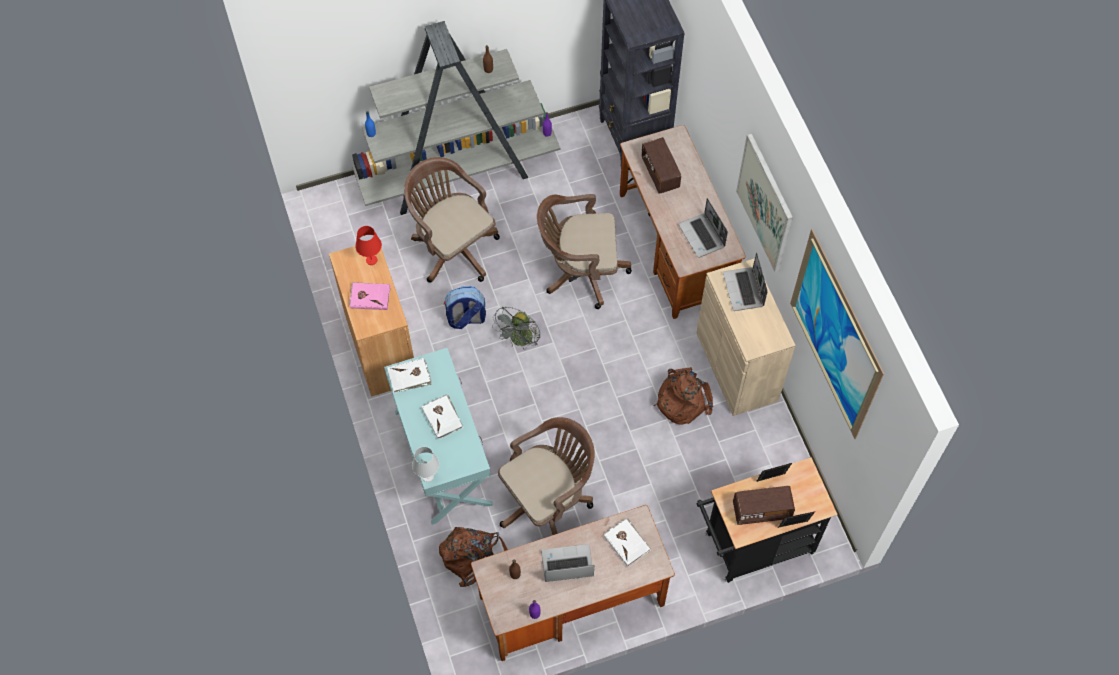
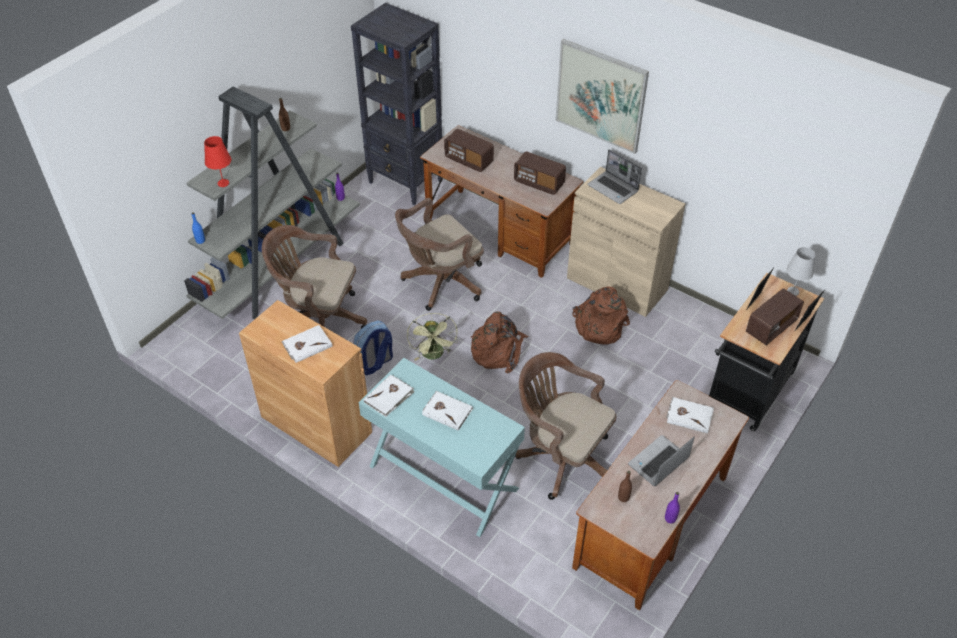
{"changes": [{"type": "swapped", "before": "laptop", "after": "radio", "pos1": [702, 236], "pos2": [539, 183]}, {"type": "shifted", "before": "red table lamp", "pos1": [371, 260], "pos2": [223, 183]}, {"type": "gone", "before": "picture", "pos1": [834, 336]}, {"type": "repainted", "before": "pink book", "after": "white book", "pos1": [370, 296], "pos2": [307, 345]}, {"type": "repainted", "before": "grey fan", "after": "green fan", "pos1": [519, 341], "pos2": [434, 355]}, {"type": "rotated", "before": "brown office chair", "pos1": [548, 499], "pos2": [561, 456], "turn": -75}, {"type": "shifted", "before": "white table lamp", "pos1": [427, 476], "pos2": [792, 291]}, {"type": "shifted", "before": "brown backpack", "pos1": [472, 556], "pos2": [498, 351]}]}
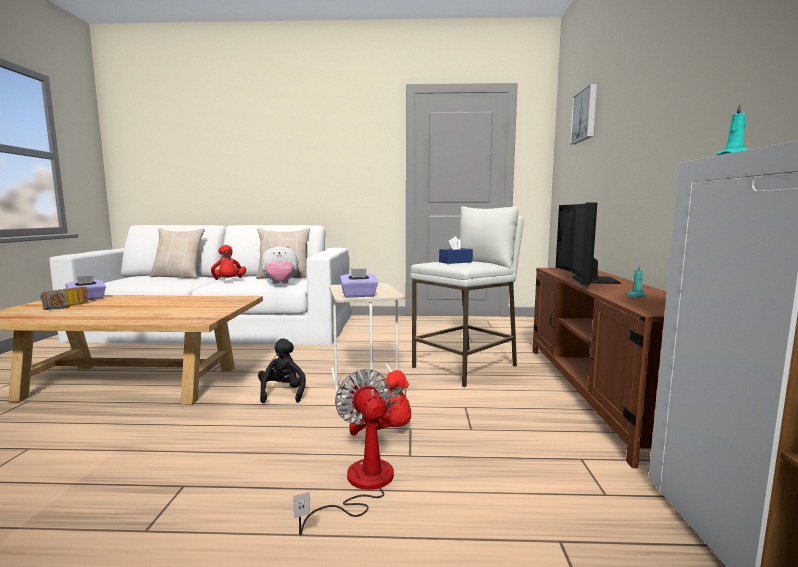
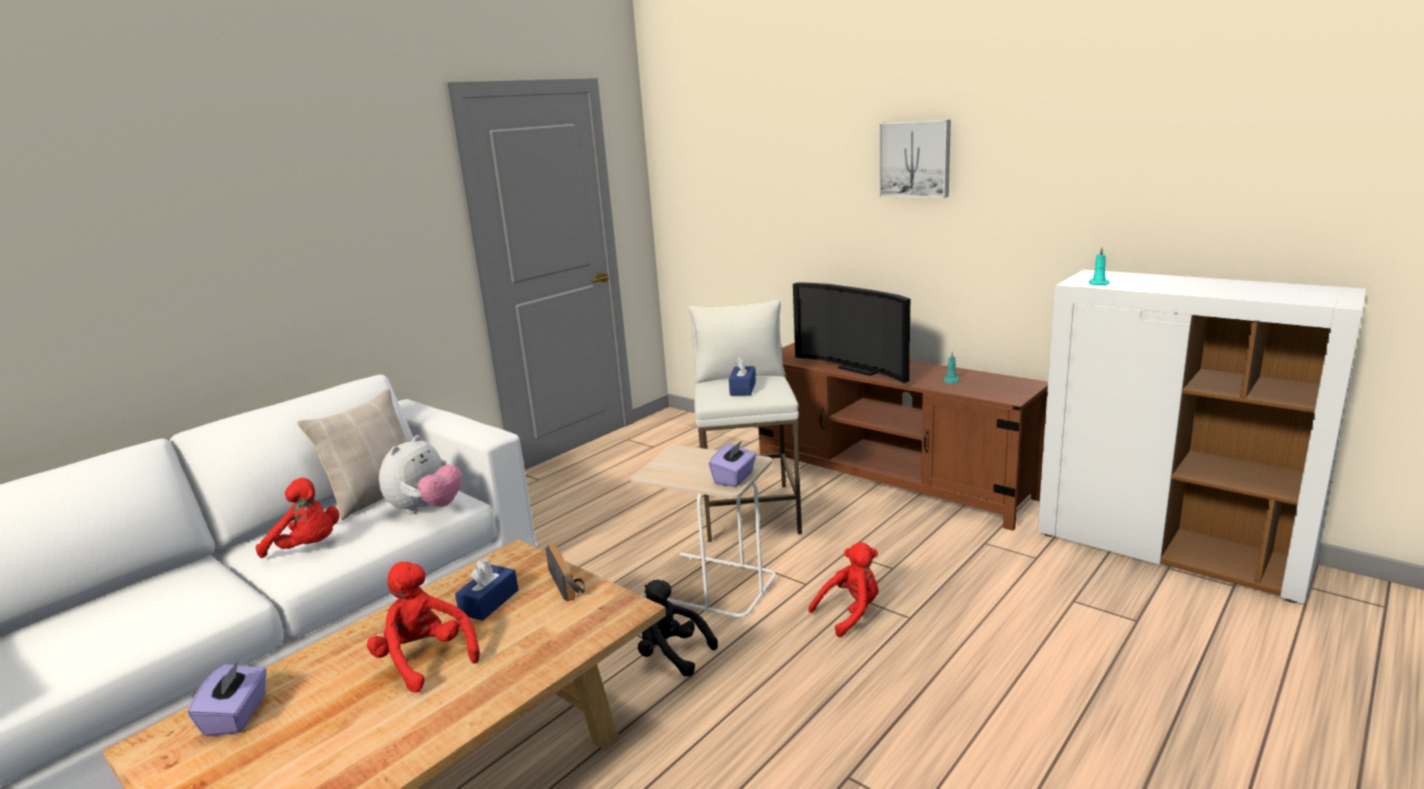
{"changes": [{"type": "shifted", "before": "picture", "pos1": [585, 115], "pos2": [915, 159]}, {"type": "gone", "before": "beige pillow", "pos1": [178, 276]}, {"type": "shifted", "before": "radio", "pos1": [67, 306], "pos2": [569, 583]}, {"type": "gone", "before": "fan", "pos1": [360, 485]}, {"type": "new", "after": "blue tissue box", "pos2": [489, 602]}, {"type": "new", "after": "red plush toy", "pos2": [425, 660]}]}
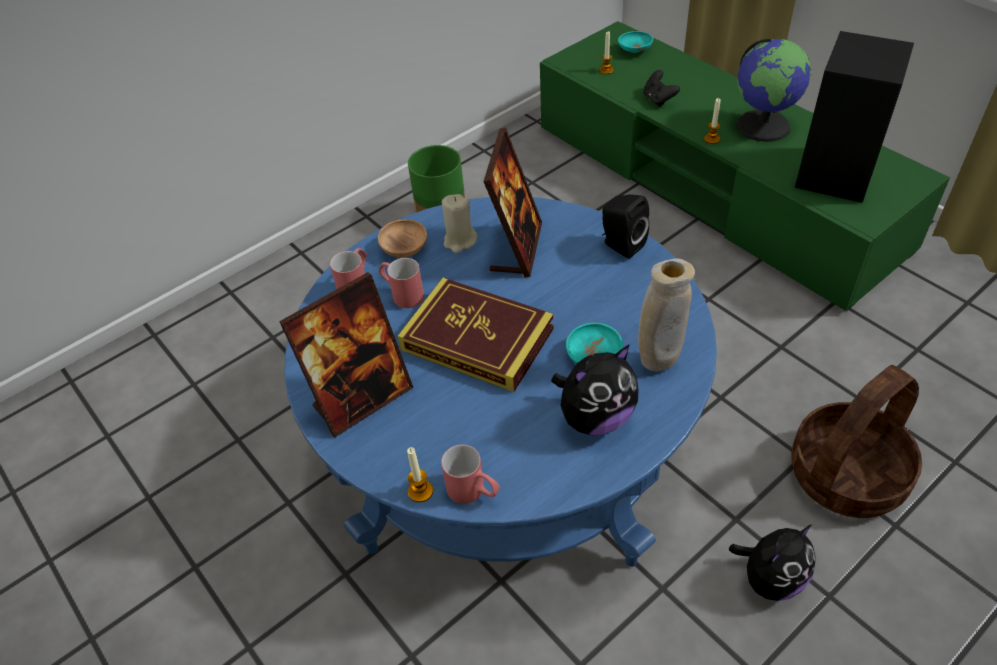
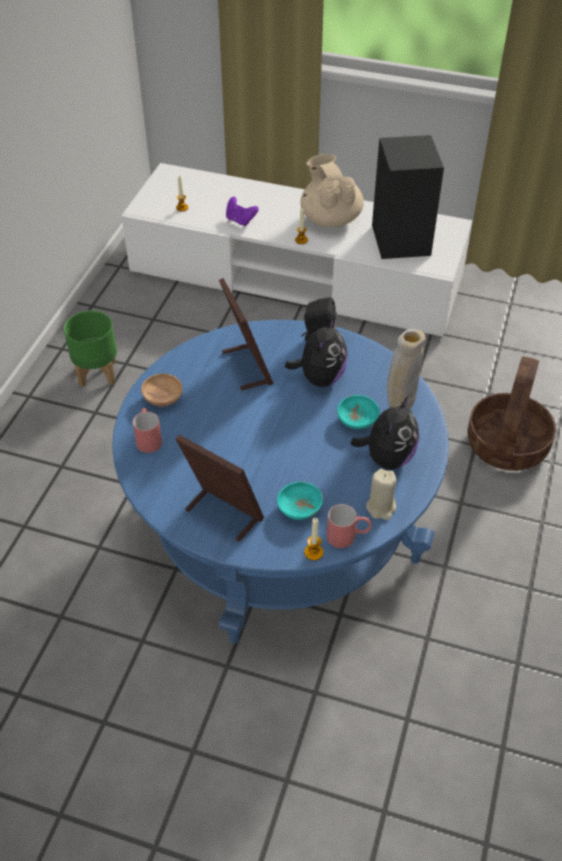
{"changes": [{"type": "repainted", "before": "green tv stand", "after": "white tv stand", "pos1": [712, 186], "pos2": [295, 276]}, {"type": "shifted", "before": "turquoise bowl", "pos1": [634, 50], "pos2": [299, 509]}, {"type": "swapped", "before": "globe", "after": "beige teapot", "pos1": [763, 125], "pos2": [330, 218]}, {"type": "repainted", "before": "black game controller", "after": "purple game controller", "pos1": [658, 99], "pos2": [240, 220]}, {"type": "shifted", "before": "beige candle", "pos1": [460, 241], "pos2": [381, 507]}, {"type": "gone", "before": "red mug", "pos1": [402, 294]}, {"type": "rotated", "before": "picture frame", "pos1": [362, 399], "pos2": [223, 513], "turn": -75}, {"type": "gone", "before": "book", "pos1": [477, 339]}, {"type": "shifted", "before": "plush toy", "pos1": [770, 578], "pos2": [320, 378]}]}
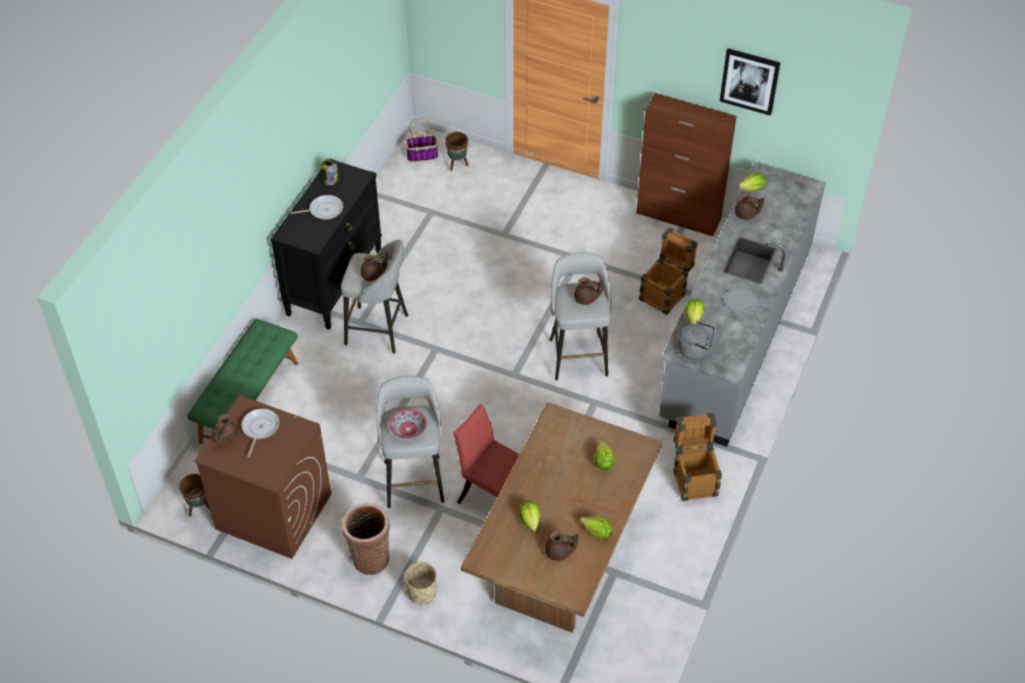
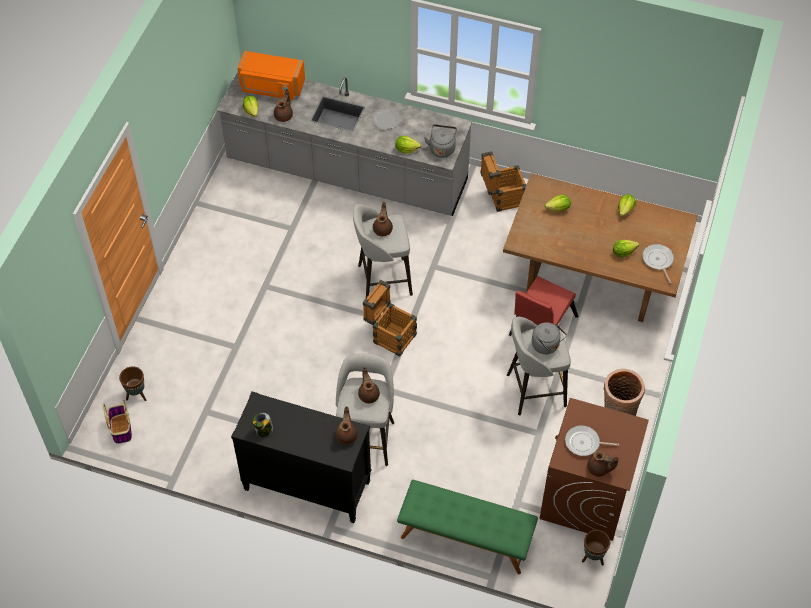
{"changes": [{"type": "gone", "before": "picture", "pos1": [749, 81]}, {"type": "gone", "before": "brown cabinet", "pos1": [678, 216]}, {"type": "shifted", "before": "frying pan", "pos1": [324, 210], "pos2": [658, 261]}, {"type": "shifted", "before": "crate", "pos1": [665, 294], "pos2": [390, 335]}, {"type": "swapped", "before": "bowl", "after": "grey kettle", "pos1": [408, 429], "pos2": [547, 346]}, {"type": "shifted", "before": "brown teapot", "pos1": [559, 552], "pos2": [347, 435]}, {"type": "gone", "before": "beige planter", "pos1": [421, 592]}, {"type": "new", "after": "orange microwave", "pos2": [272, 87]}]}
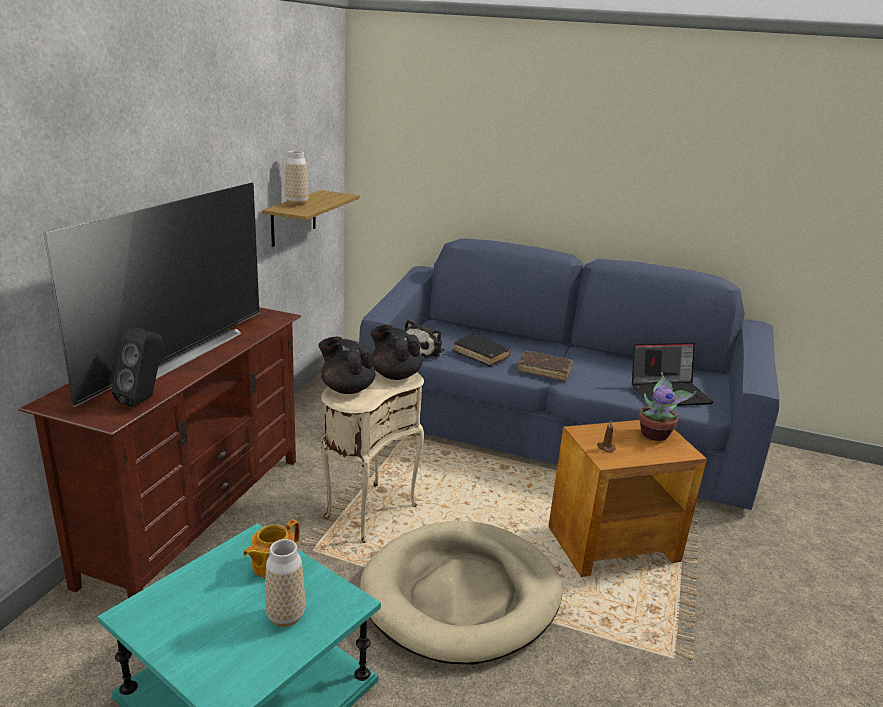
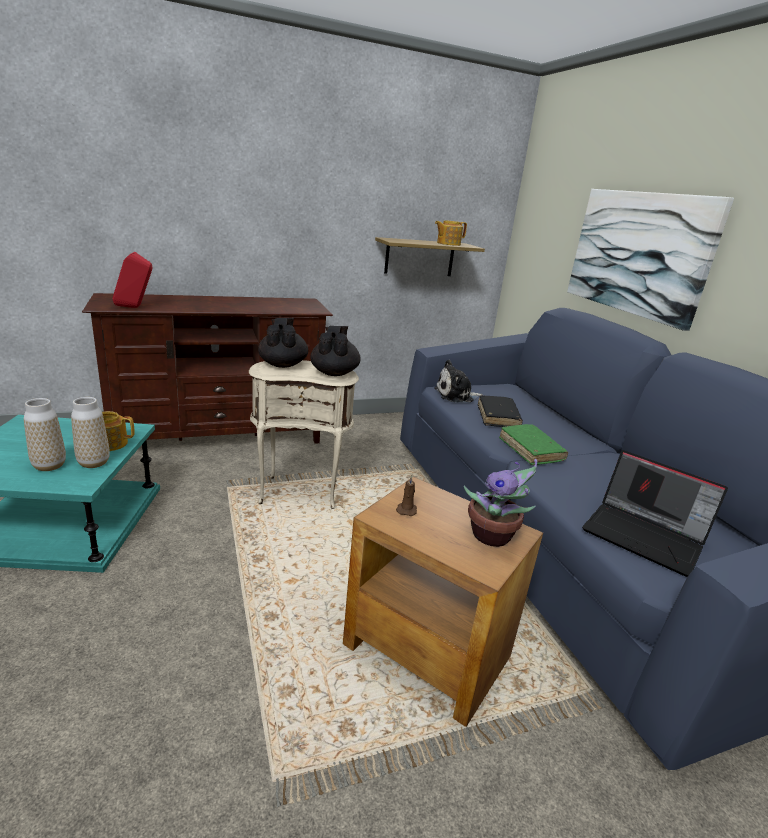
{"changes": [{"type": "shifted", "before": "vase", "pos1": [297, 204], "pos2": [94, 463]}, {"type": "gone", "before": "television", "pos1": [172, 356]}, {"type": "repainted", "before": "black speaker", "after": "red speaker", "pos1": [144, 399], "pos2": [135, 307]}, {"type": "repainted", "before": "brown book", "after": "green book", "pos1": [544, 371], "pos2": [531, 450]}, {"type": "gone", "before": "beige dog bed", "pos1": [461, 595]}, {"type": "new", "after": "picture", "pos2": [638, 253]}, {"type": "new", "after": "teapot", "pos2": [448, 244]}]}
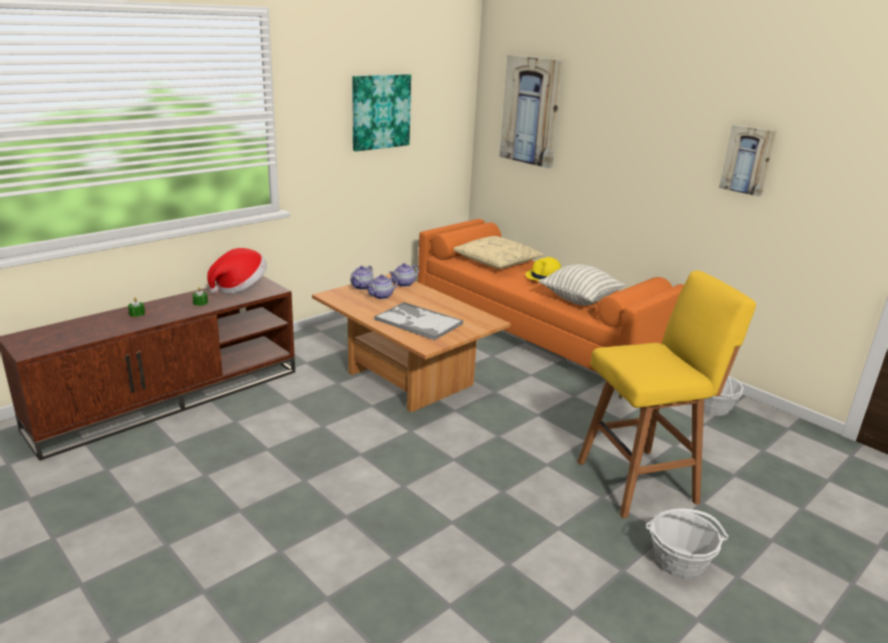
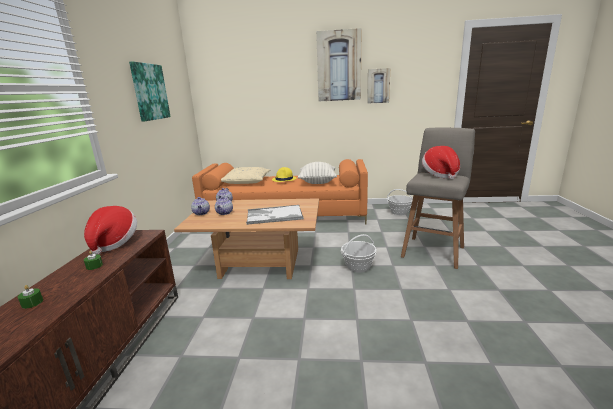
{"changes": [{"type": "shifted", "before": "picture", "pos1": [531, 111], "pos2": [339, 66]}, {"type": "repainted", "before": "yellow stool", "after": "grey stool", "pos1": [640, 481], "pos2": [433, 251]}, {"type": "shifted", "before": "basket", "pos1": [678, 562], "pos2": [358, 266]}, {"type": "new", "after": "hat", "pos2": [440, 174]}]}
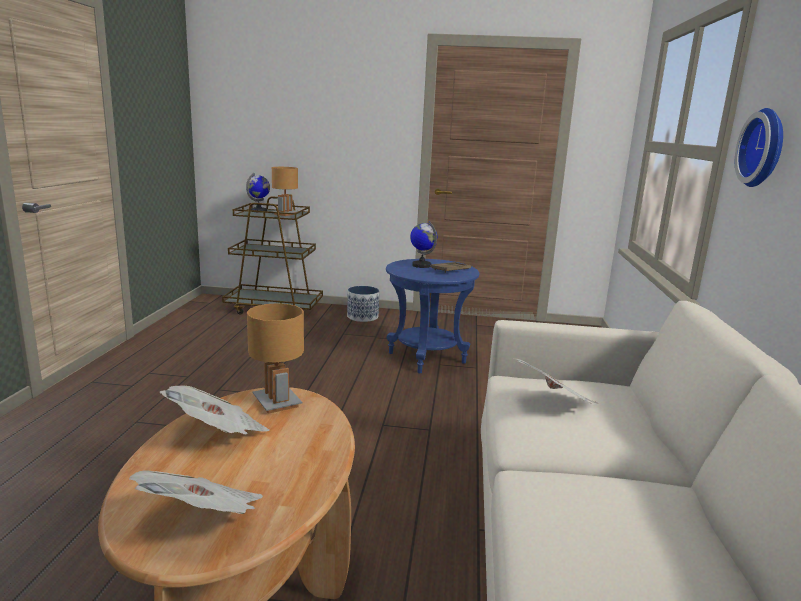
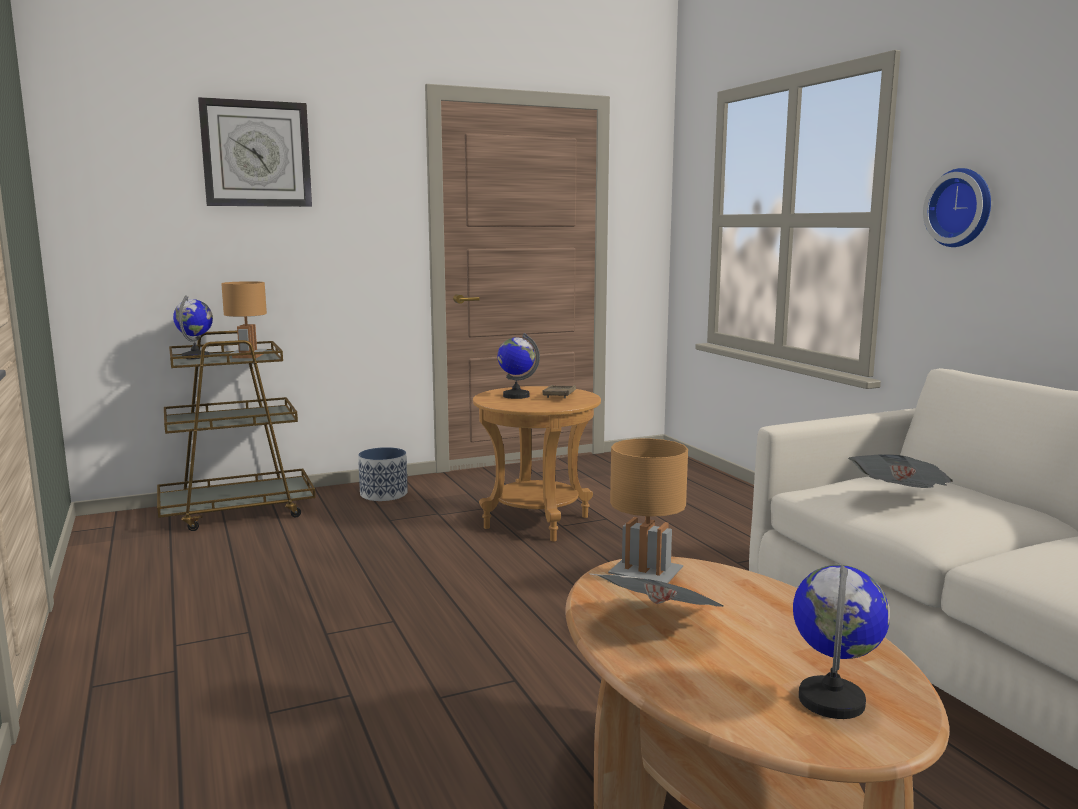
{"changes": [{"type": "repainted", "before": "blue side table", "after": "brown side table", "pos1": [426, 358], "pos2": [537, 522]}, {"type": "swapped", "before": "newspaper", "after": "globe", "pos1": [203, 519], "pos2": [832, 701]}, {"type": "new", "after": "wall clock", "pos2": [256, 154]}]}
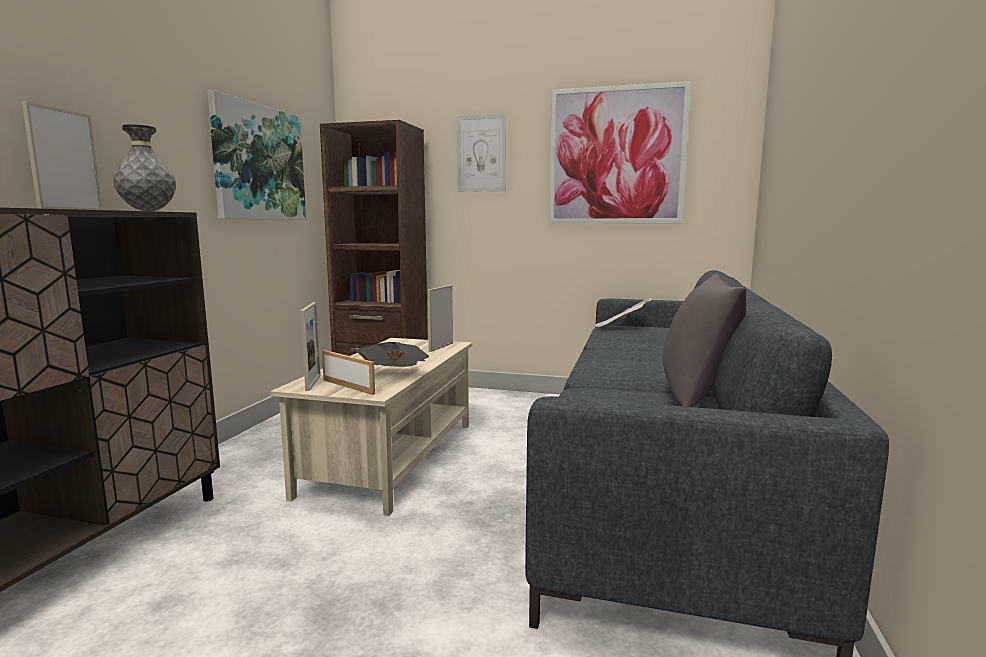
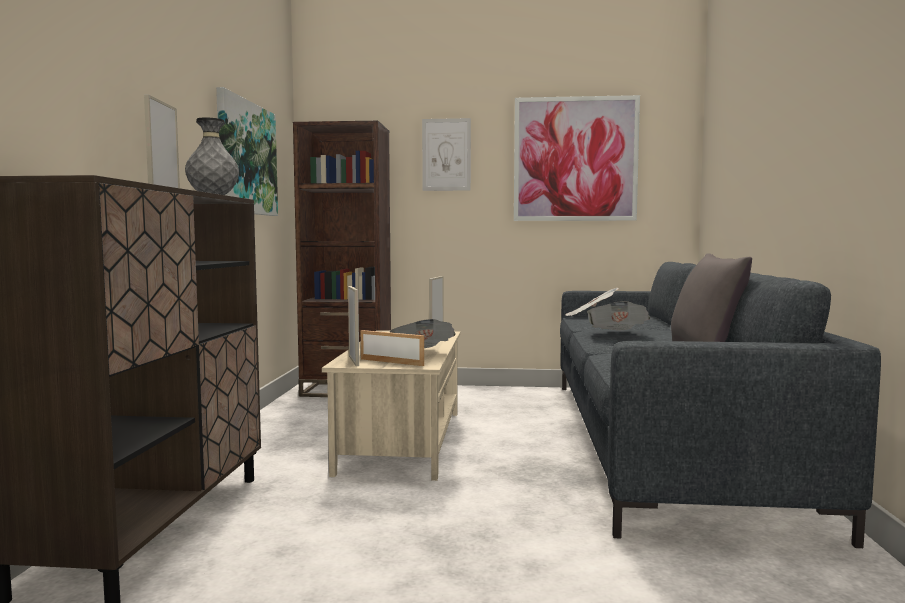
{"changes": [{"type": "new", "after": "newspaper", "pos2": [617, 334]}]}
